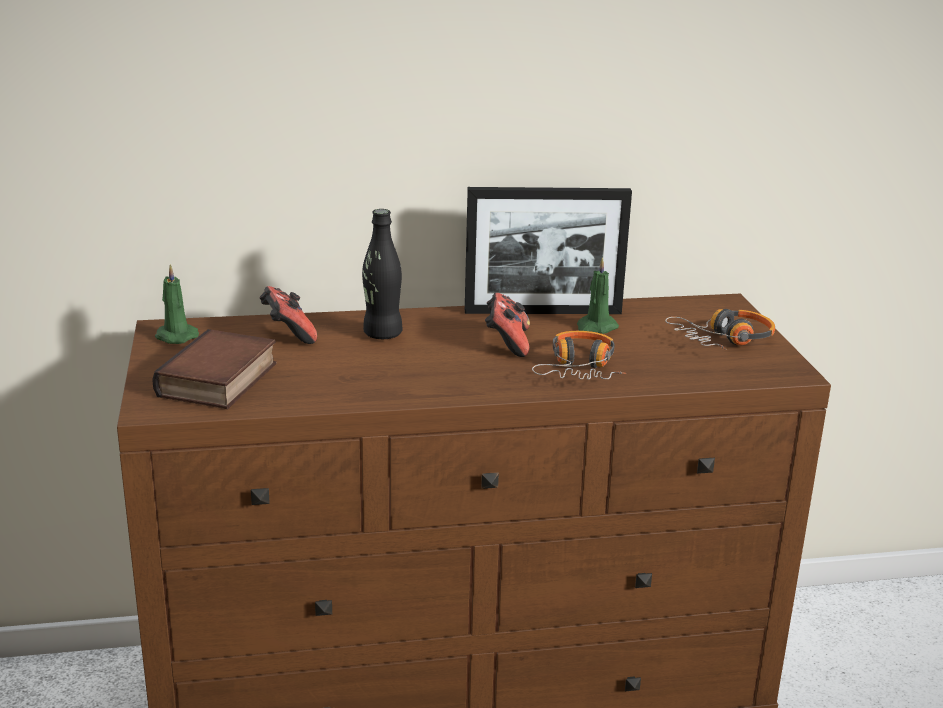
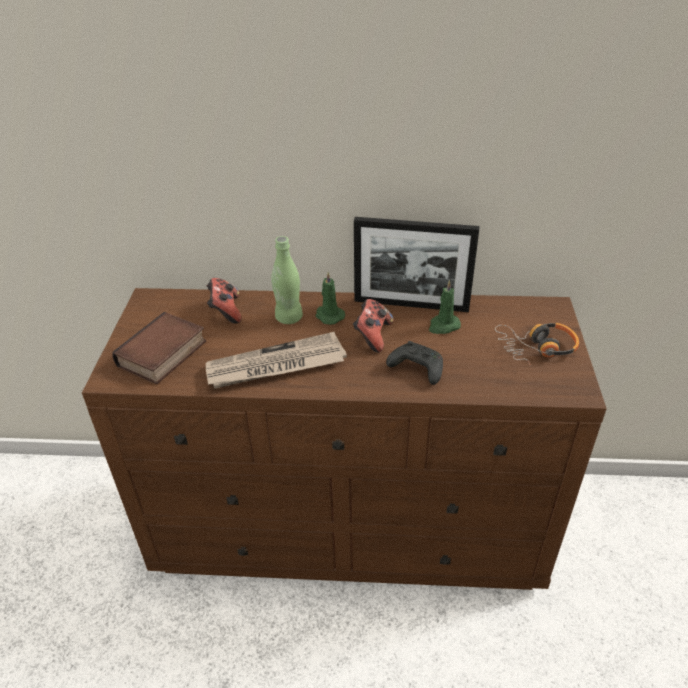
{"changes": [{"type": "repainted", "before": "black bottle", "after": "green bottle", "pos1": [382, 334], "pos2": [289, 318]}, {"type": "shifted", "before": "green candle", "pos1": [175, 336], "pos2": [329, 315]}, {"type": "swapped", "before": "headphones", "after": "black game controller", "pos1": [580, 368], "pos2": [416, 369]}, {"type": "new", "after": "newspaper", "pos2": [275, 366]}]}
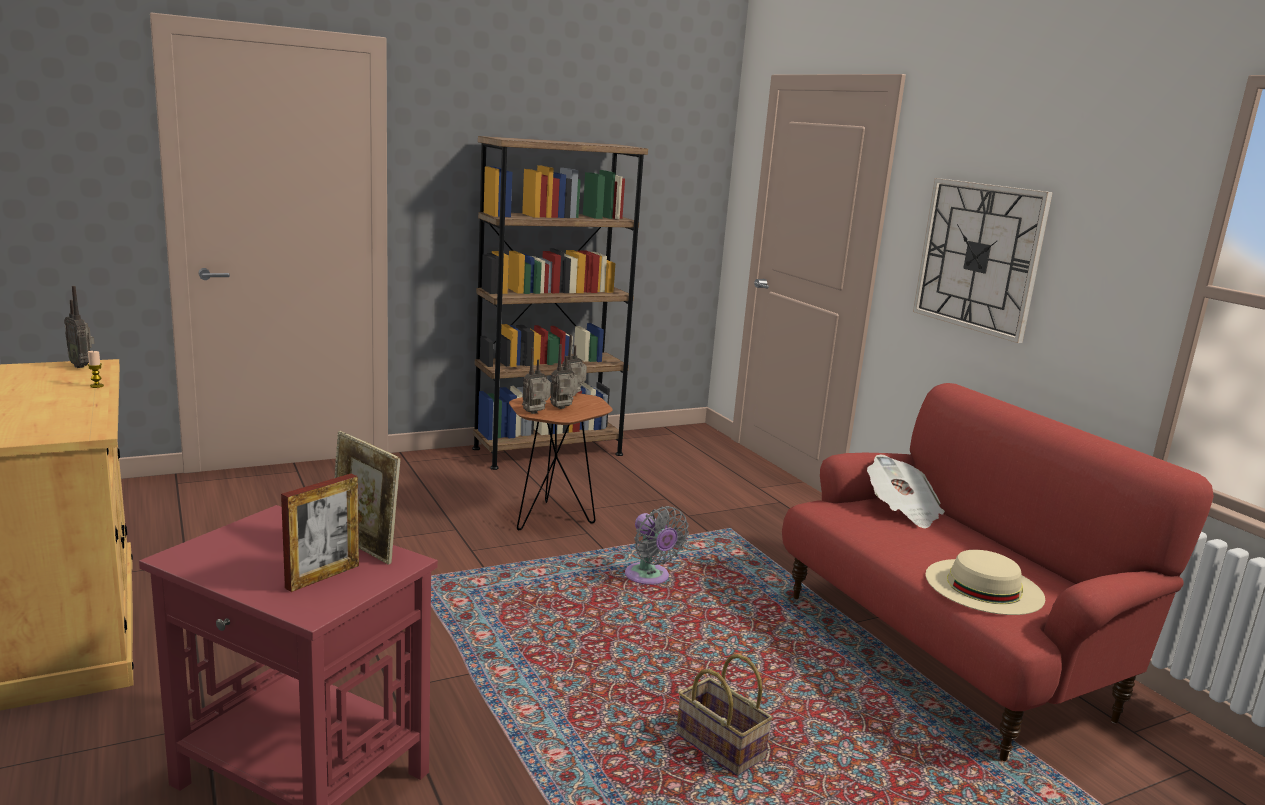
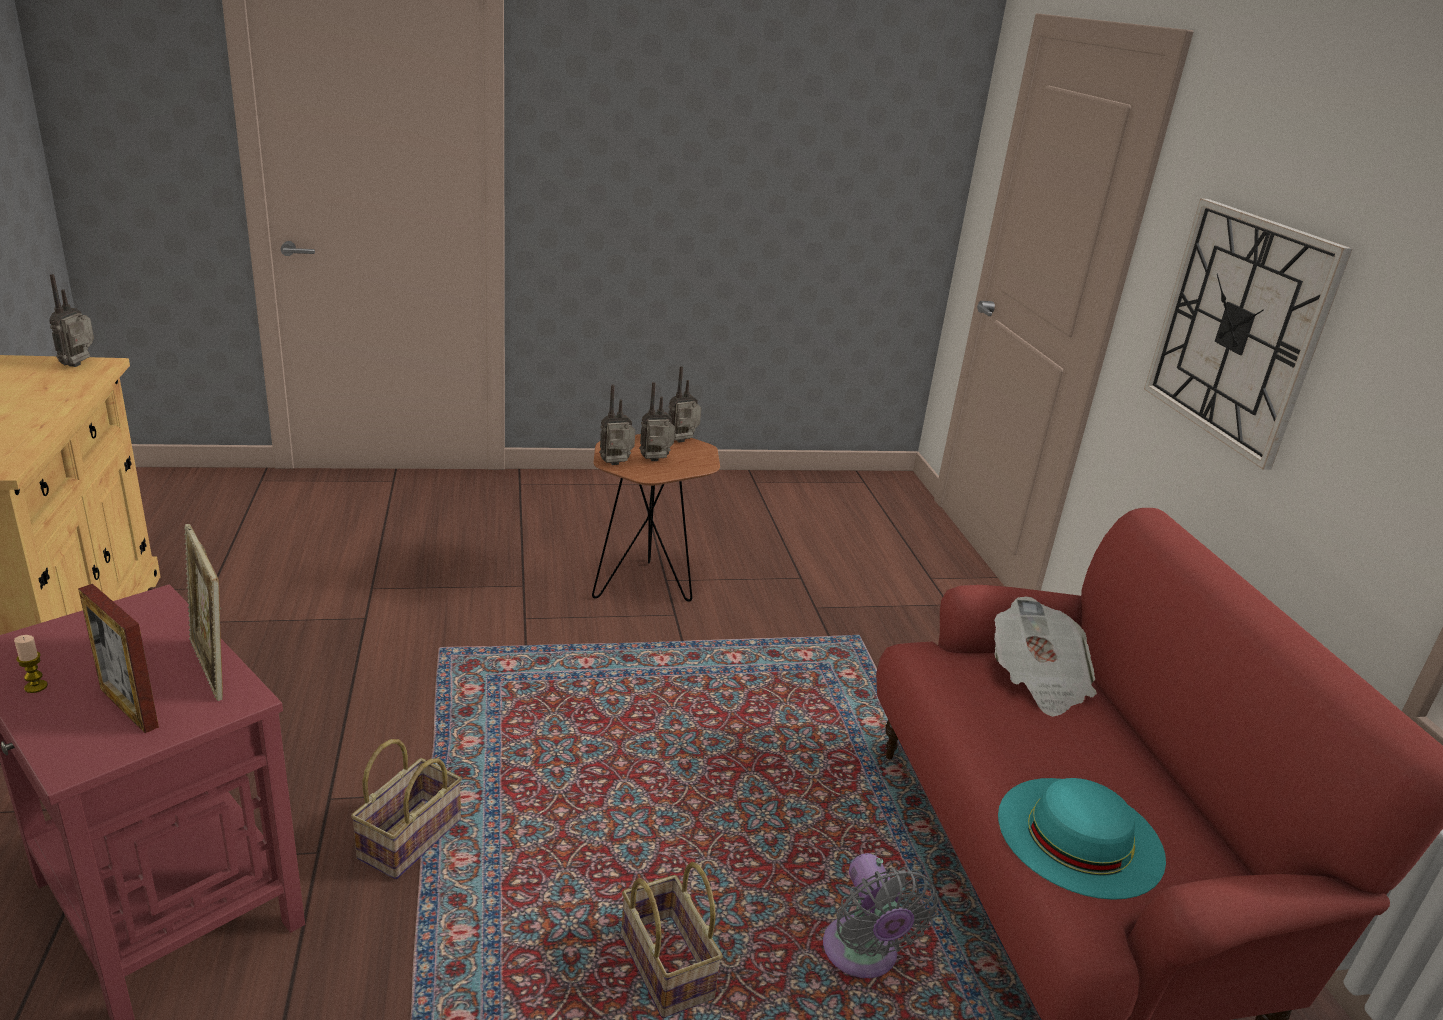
{"changes": [{"type": "gone", "before": "brown bookcase", "pos1": [548, 451]}, {"type": "rotated", "before": "radio", "pos1": [82, 366], "pos2": [80, 365], "turn": 45}, {"type": "shifted", "before": "candle", "pos1": [96, 386], "pos2": [36, 687]}, {"type": "rotated", "before": "picture frame", "pos1": [323, 576], "pos2": [129, 708], "turn": 75}, {"type": "shifted", "before": "grey fan", "pos1": [649, 578], "pos2": [862, 956]}, {"type": "repainted", "before": "beige hat", "after": "turquoise hat", "pos1": [984, 586], "pos2": [1080, 835]}, {"type": "new", "after": "basket", "pos2": [410, 836]}]}
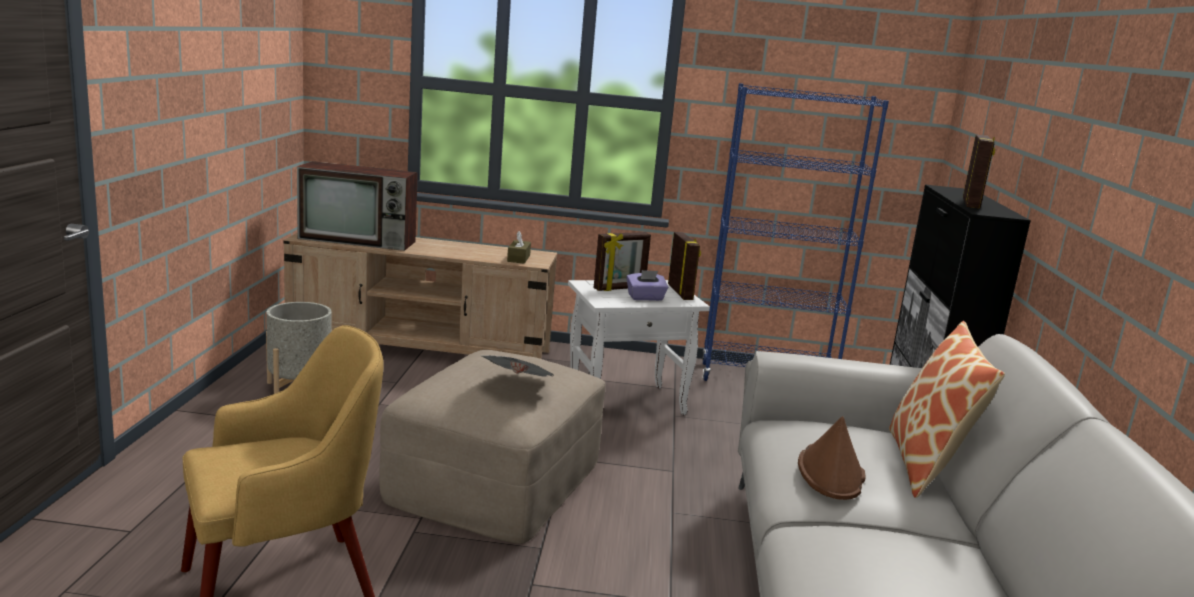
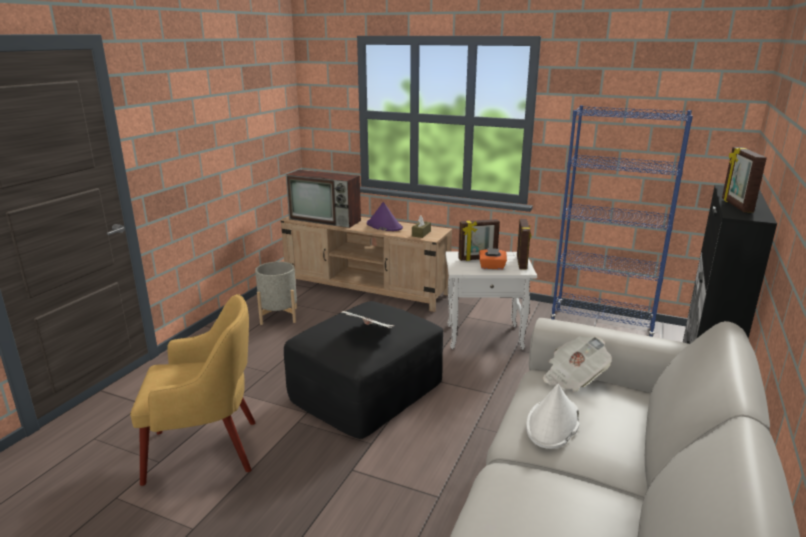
{"changes": [{"type": "rotated", "before": "picture frame", "pos1": [971, 204], "pos2": [735, 205], "turn": 150}, {"type": "repainted", "before": "purple tissue box", "after": "orange tissue box", "pos1": [645, 298], "pos2": [492, 267]}, {"type": "gone", "before": "pillow", "pos1": [927, 465]}, {"type": "repainted", "before": "beige ottoman", "after": "black ottoman", "pos1": [496, 479], "pos2": [367, 389]}, {"type": "repainted", "before": "brown hat", "after": "white hat", "pos1": [831, 473], "pos2": [553, 423]}, {"type": "new", "after": "purple hat", "pos2": [384, 226]}, {"type": "new", "after": "newspaper", "pos2": [573, 377]}]}
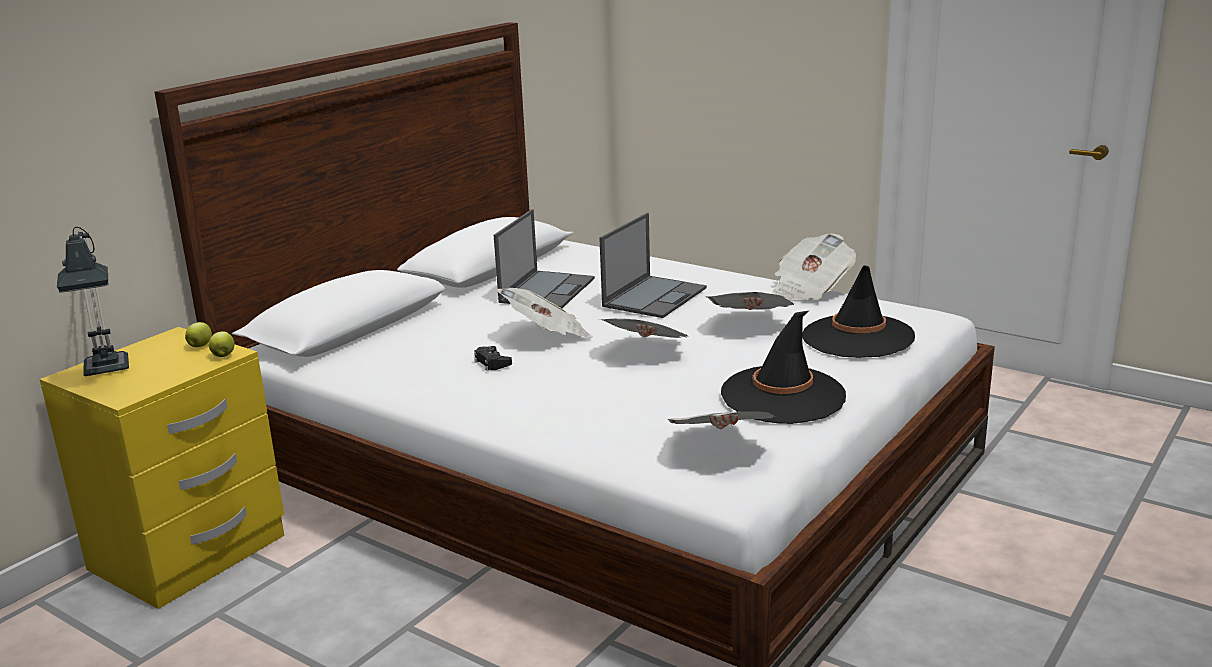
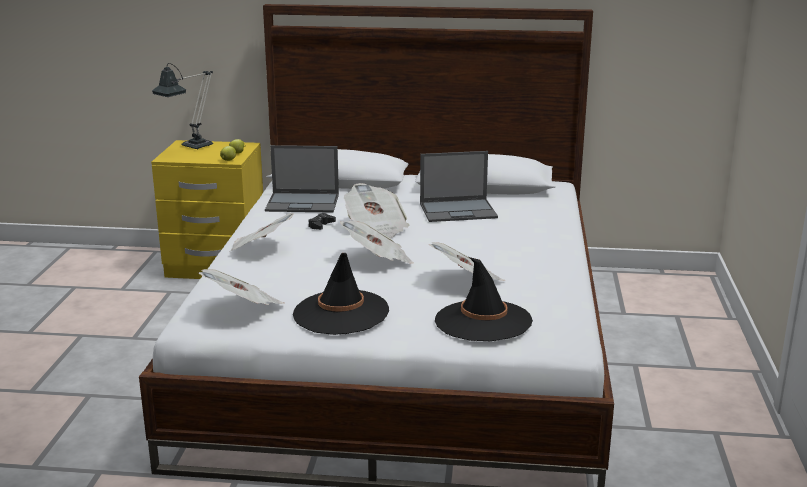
{"changes": [{"type": "shifted", "before": "laptop", "pos1": [655, 297], "pos2": [303, 203]}, {"type": "shifted", "before": "newspaper", "pos1": [809, 289], "pos2": [261, 249]}]}
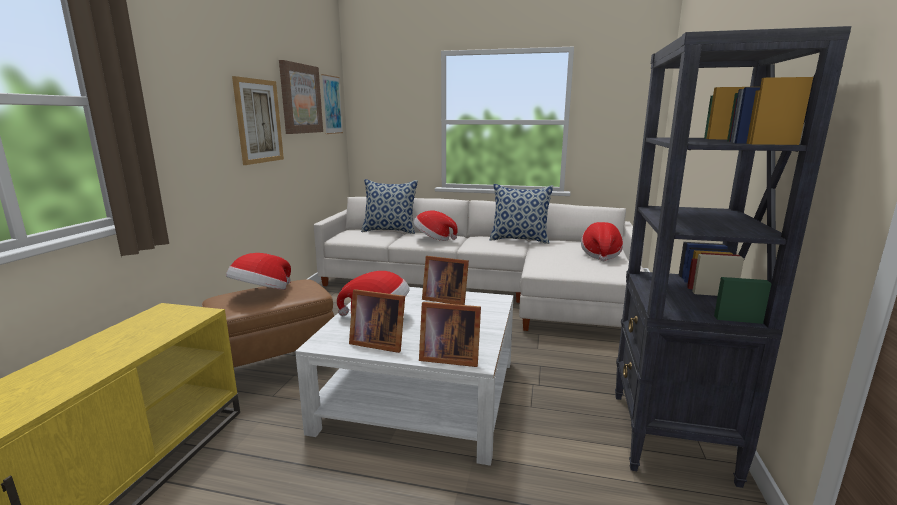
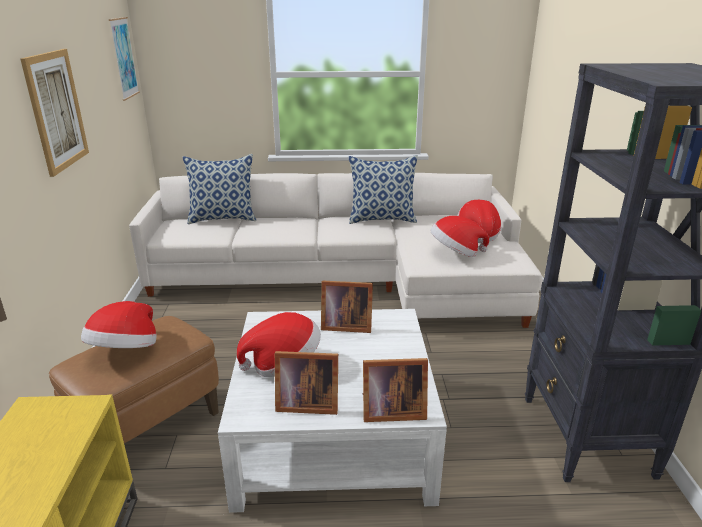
{"changes": [{"type": "gone", "before": "picture", "pos1": [300, 99]}, {"type": "shifted", "before": "hat", "pos1": [433, 239], "pos2": [455, 253]}]}
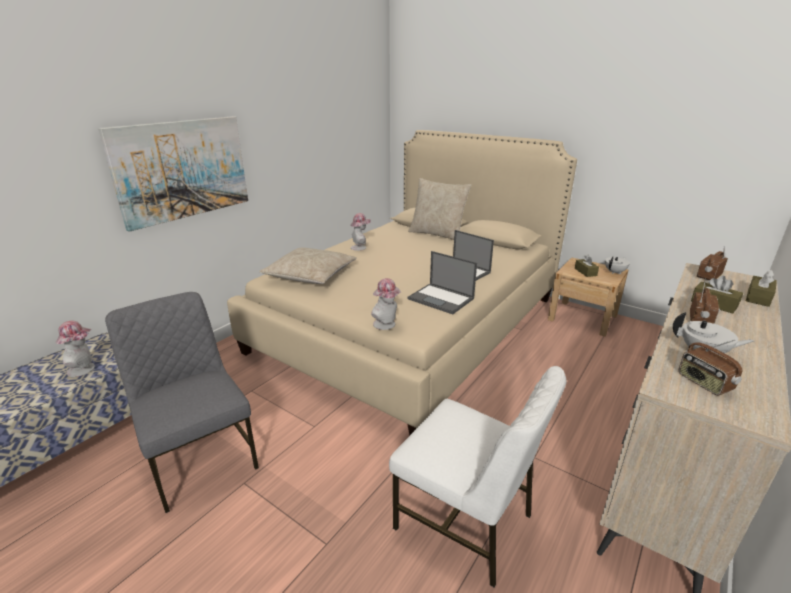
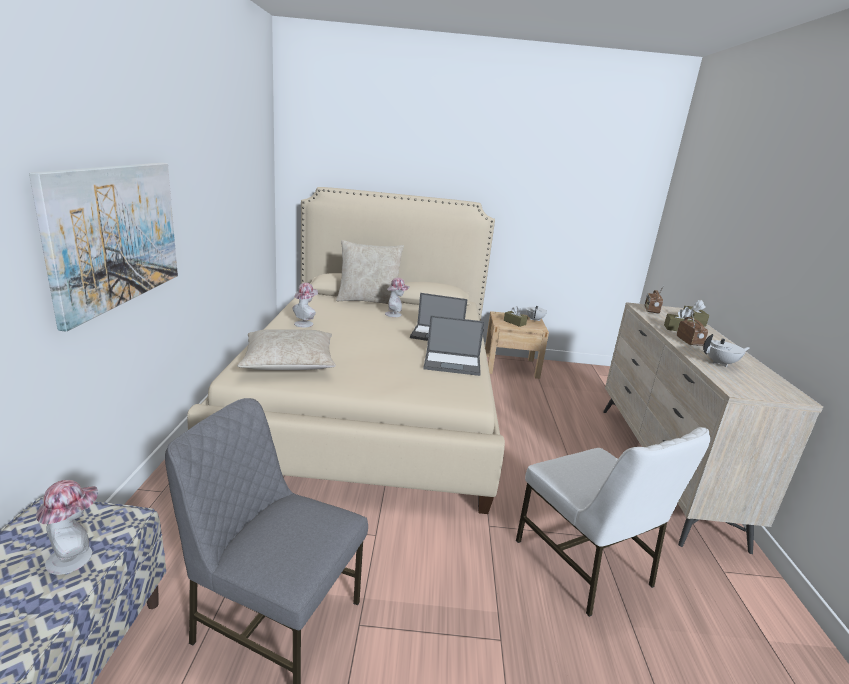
{"changes": [{"type": "shifted", "before": "hat", "pos1": [386, 325], "pos2": [395, 314]}, {"type": "gone", "before": "radio", "pos1": [703, 383]}, {"type": "rotated", "before": "white chair", "pos1": [466, 521], "pos2": [585, 563], "turn": 60}]}
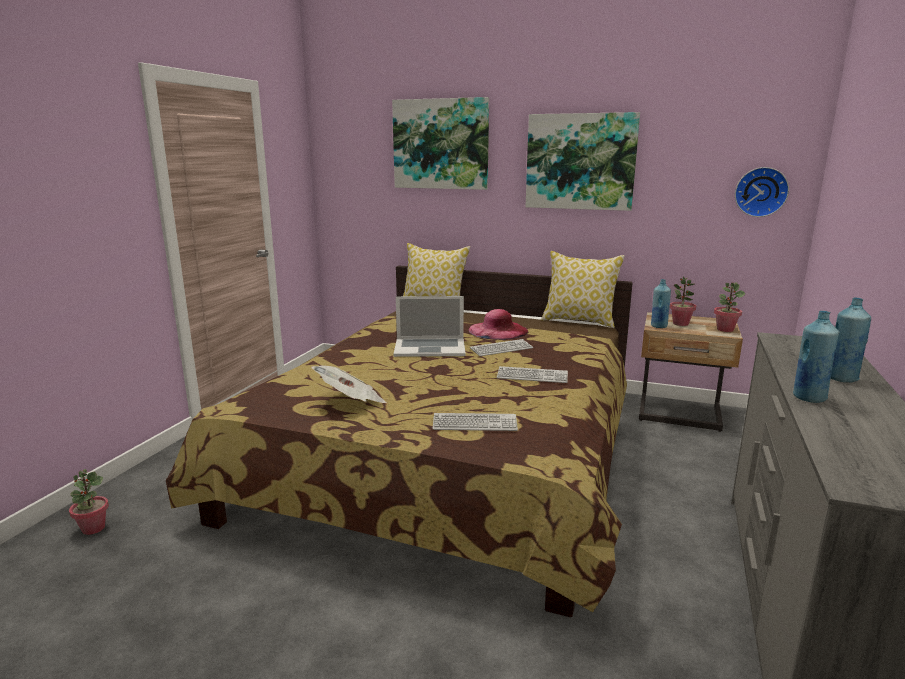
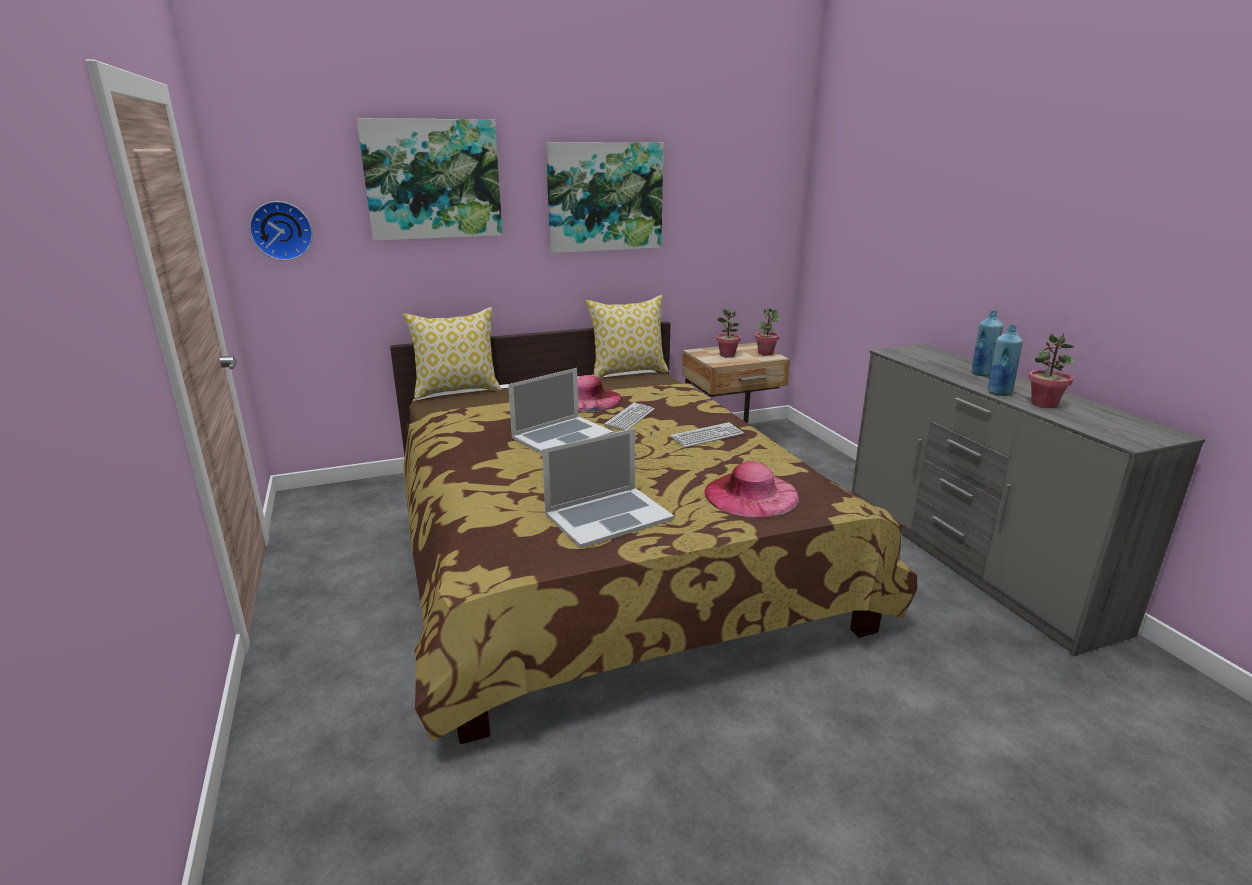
{"changes": [{"type": "shifted", "before": "wall clock", "pos1": [760, 192], "pos2": [281, 230]}, {"type": "gone", "before": "blue bottle", "pos1": [658, 326]}, {"type": "swapped", "before": "newspaper", "after": "laptop", "pos1": [351, 402], "pos2": [608, 516]}, {"type": "swapped", "before": "keyboard", "after": "pink hat", "pos1": [474, 423], "pos2": [751, 494]}, {"type": "shifted", "before": "potted plant", "pos1": [93, 528], "pos2": [1043, 404]}]}
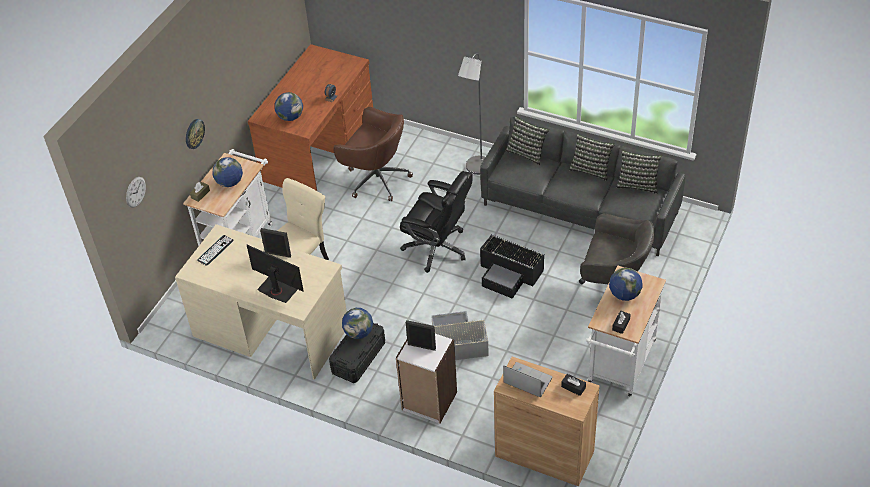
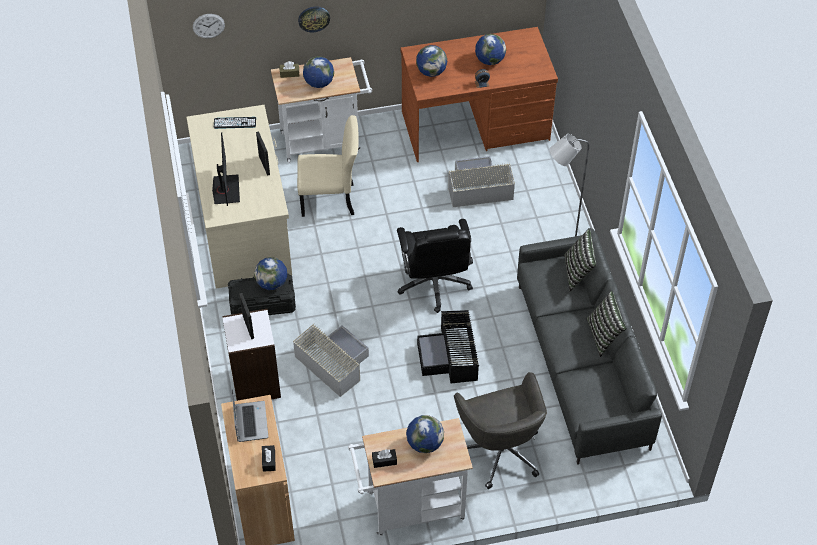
{"changes": [{"type": "swapped", "before": "brown office chair", "after": "grey storage box", "pos1": [376, 179], "pos2": [477, 188]}, {"type": "gone", "before": "pillow", "pos1": [638, 184]}, {"type": "new", "after": "globe", "pos2": [489, 60]}]}
